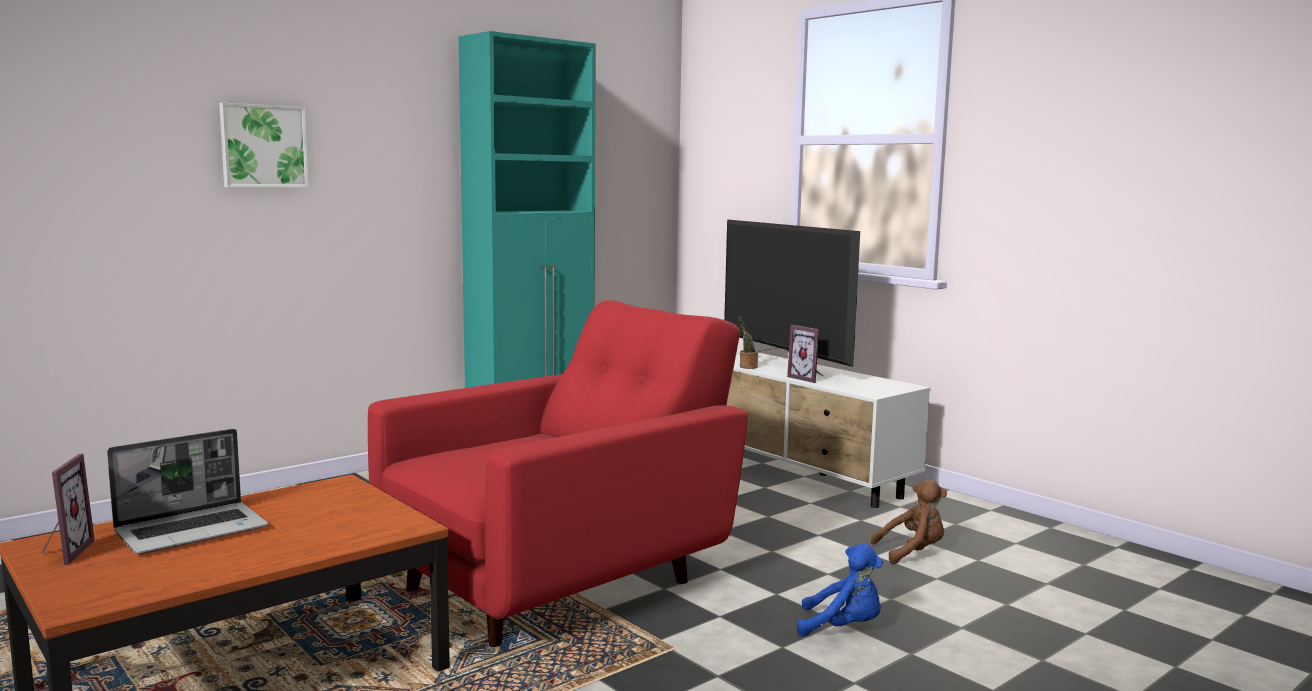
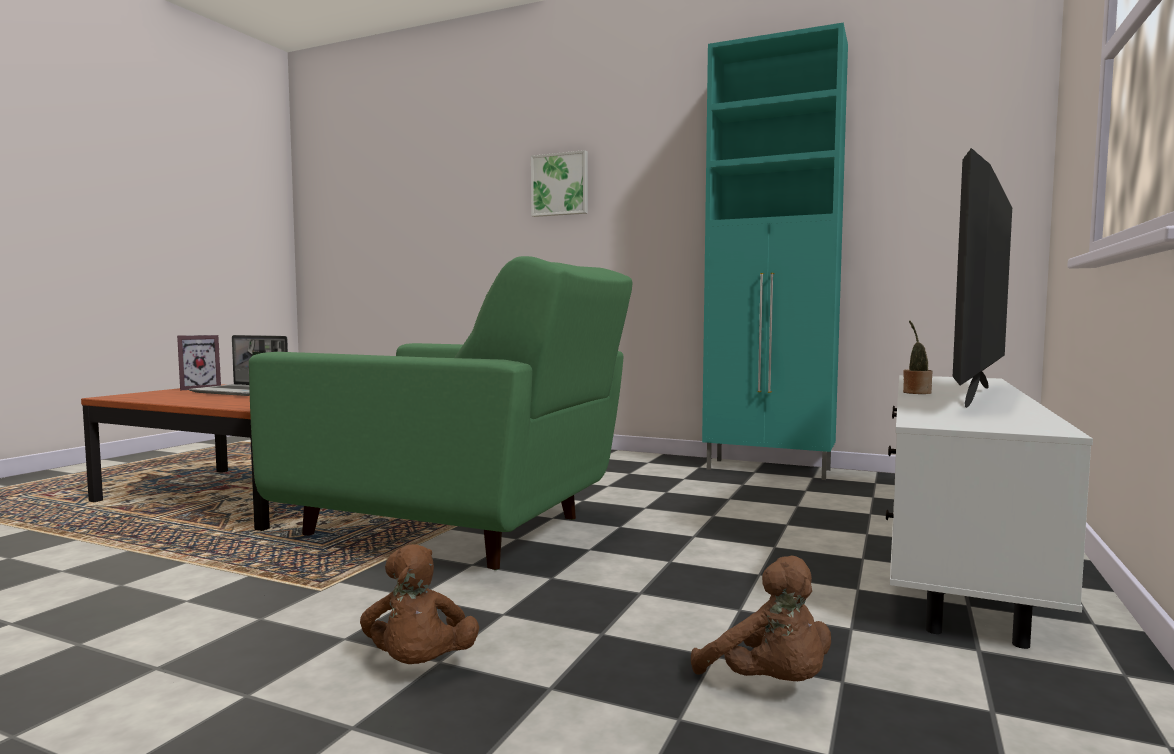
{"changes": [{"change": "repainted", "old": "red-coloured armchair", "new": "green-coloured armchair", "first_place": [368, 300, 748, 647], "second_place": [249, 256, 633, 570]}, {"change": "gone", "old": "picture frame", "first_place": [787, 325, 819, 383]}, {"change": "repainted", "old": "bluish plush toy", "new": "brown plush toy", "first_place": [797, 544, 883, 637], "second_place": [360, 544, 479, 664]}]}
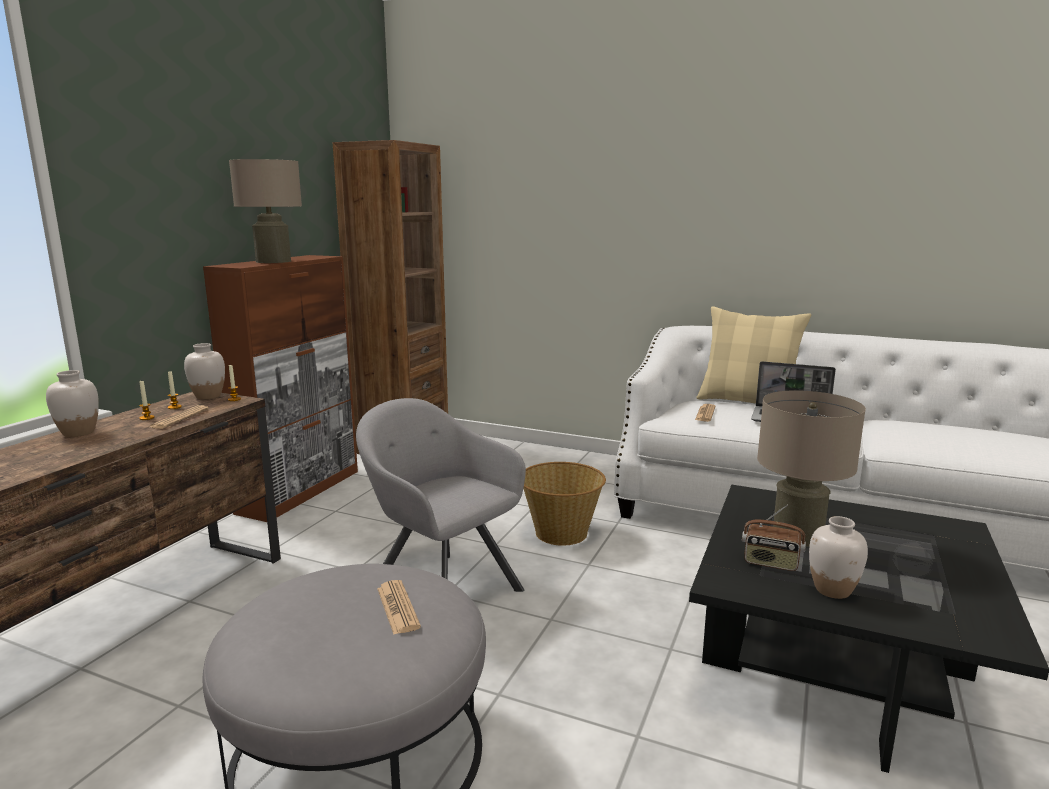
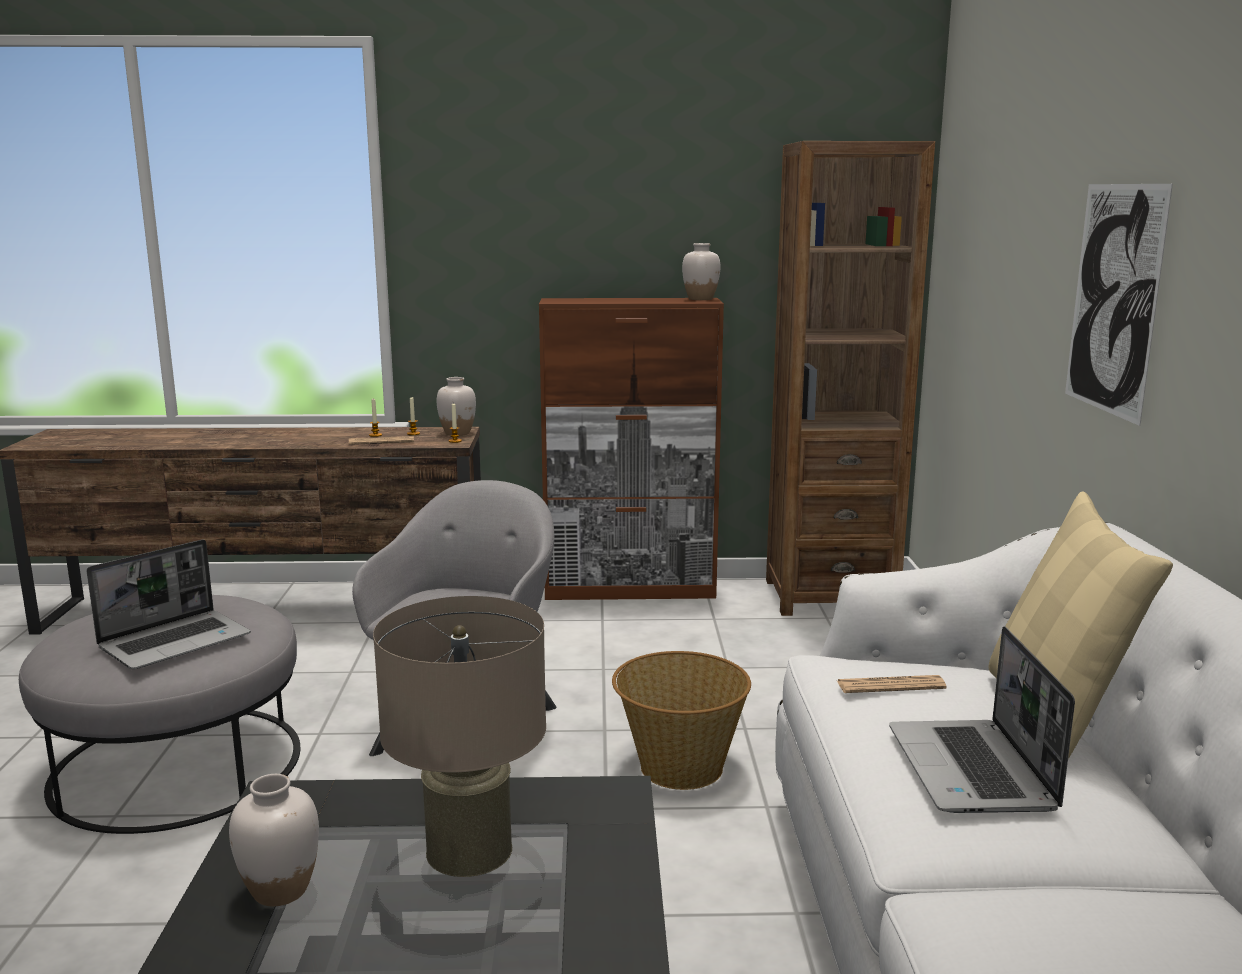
{"changes": [{"change": "gone", "old": "sand-coloured lamp for a table", "first_place": [229, 159, 302, 263]}, {"change": "shifted", "old": "white vase", "first_place": [46, 370, 99, 437], "second_place": [682, 243, 720, 300]}, {"change": "gone", "old": "radio set", "first_place": [742, 504, 806, 571]}, {"change": "swapped", "old": "printed paper", "new": "laptop", "first_place": [377, 580, 421, 635], "second_place": [86, 539, 251, 669]}, {"change": "new", "new": "wall picture", "second_place": [1065, 184, 1173, 426]}]}
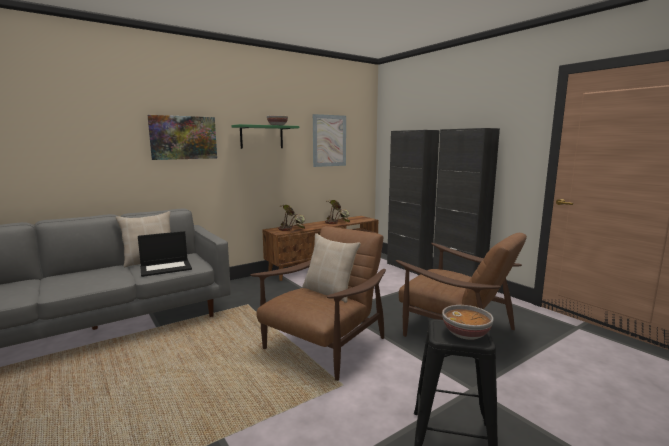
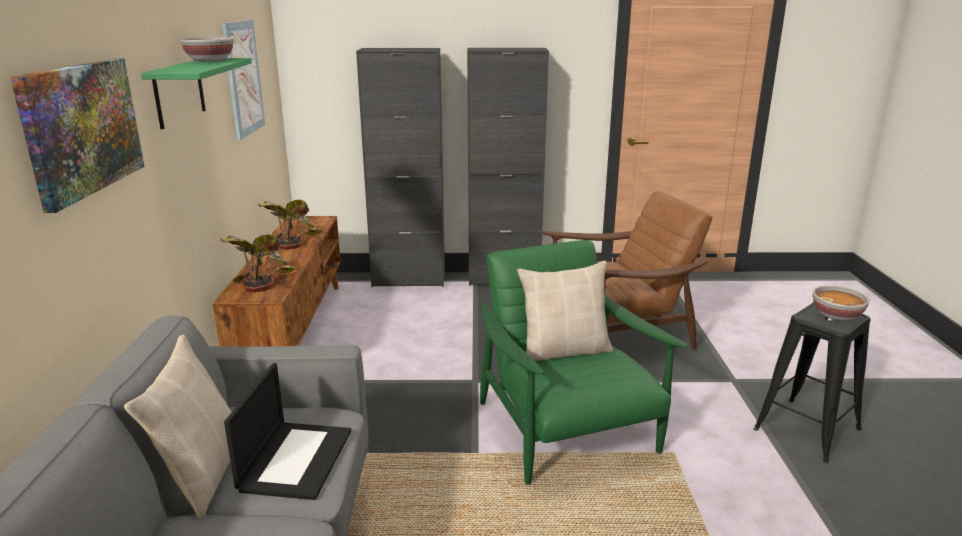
{"changes": [{"change": "repainted", "old": "brown armchair", "new": "green-coloured armchair", "first_place": [251, 226, 386, 381], "second_place": [480, 240, 688, 485]}]}
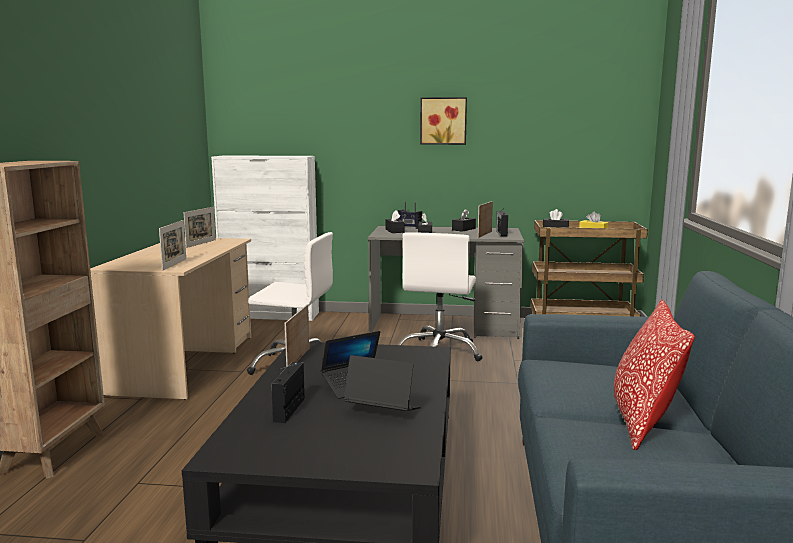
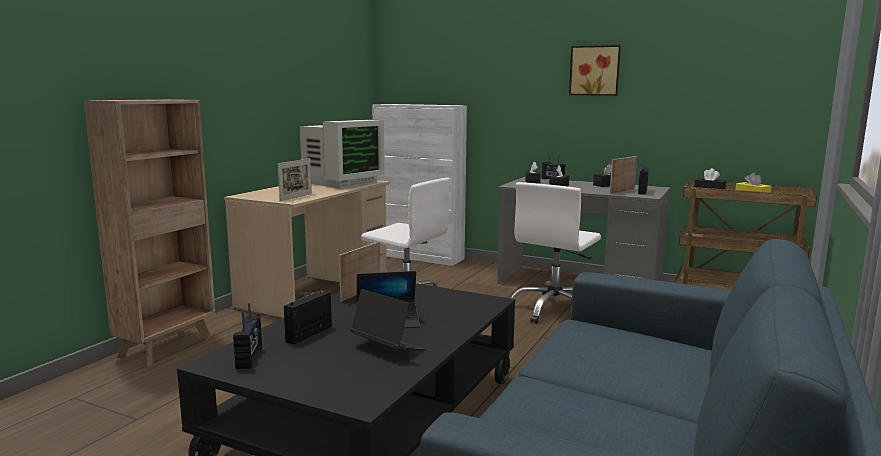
{"changes": [{"change": "swapped", "old": "picture frame", "new": "computer screen", "first_place": [184, 207, 216, 248], "second_place": [299, 119, 385, 188]}, {"change": "gone", "old": "throw pillow", "first_place": [614, 299, 695, 450]}, {"change": "new", "new": "radio set", "second_place": [233, 303, 262, 369]}]}
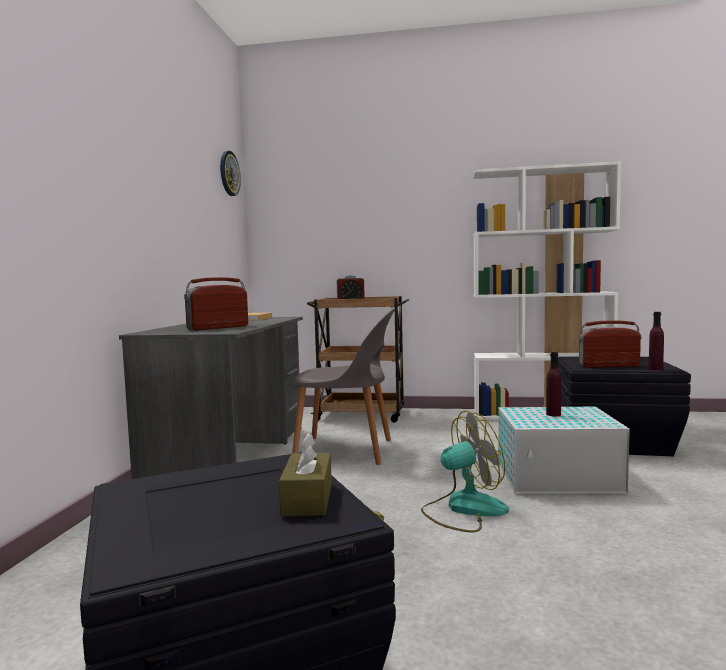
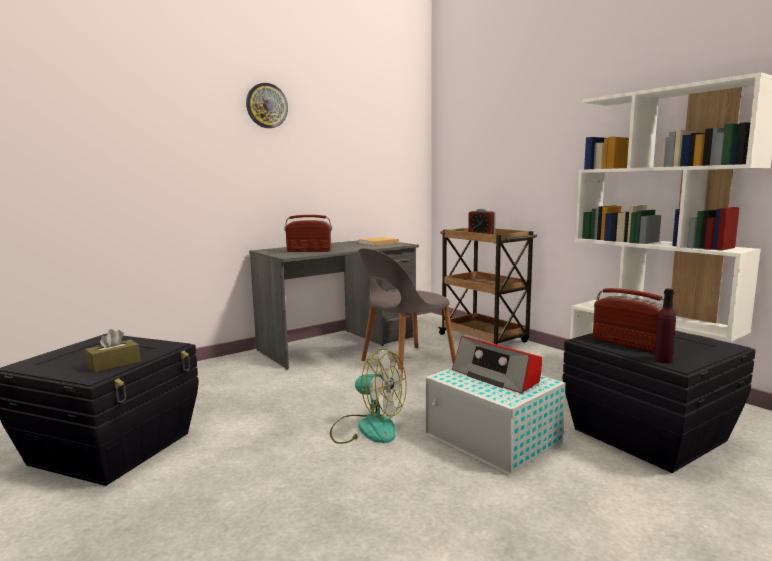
{"changes": [{"change": "shifted", "old": "clock on the wall", "first_place": [220, 151, 241, 196], "second_place": [246, 83, 288, 128]}, {"change": "rotated", "old": "greyish chair", "first_place": [292, 309, 395, 465], "second_place": [359, 248, 456, 378], "degrees": 90}, {"change": "swapped", "old": "purple-coloured beverage bottle", "new": "radio set", "first_place": [546, 352, 561, 417], "second_place": [452, 336, 542, 393]}]}
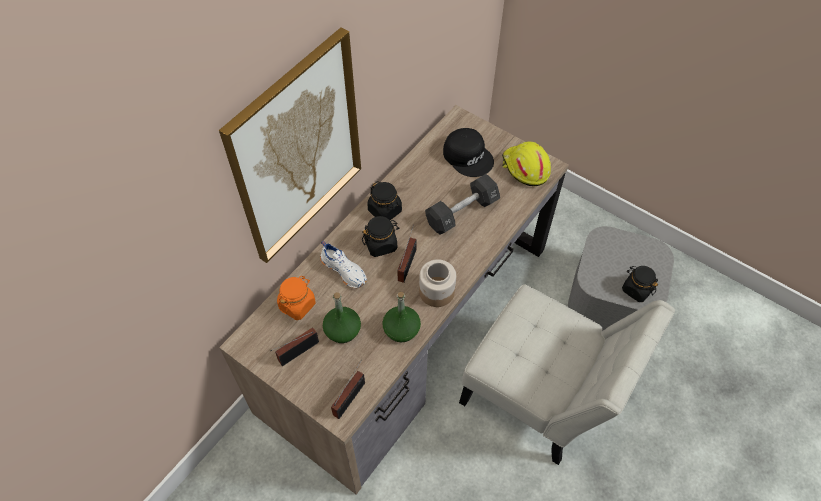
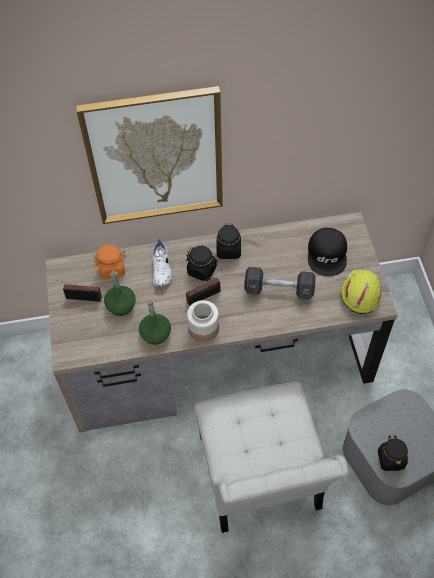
{"changes": [{"change": "gone", "old": "radio set", "first_place": [331, 360, 365, 419]}]}
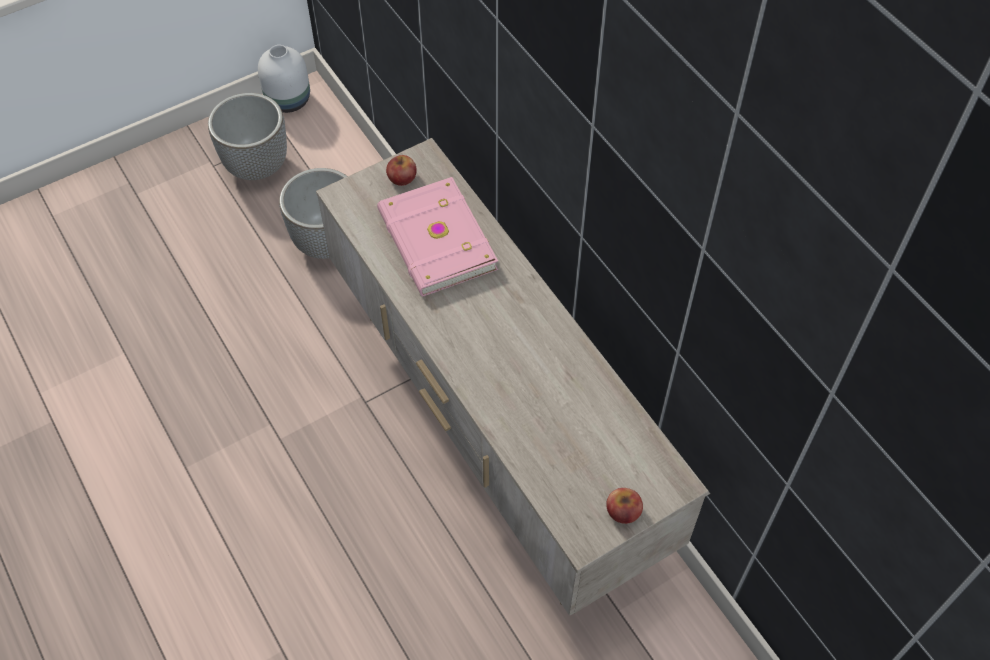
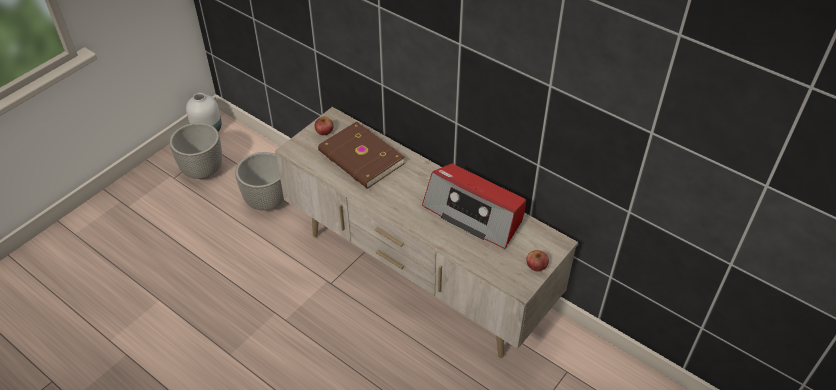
{"changes": [{"change": "repainted", "old": "pink book", "new": "brown book", "first_place": [377, 177, 498, 297], "second_place": [318, 121, 405, 189]}, {"change": "new", "new": "radio set", "second_place": [422, 163, 526, 249]}]}
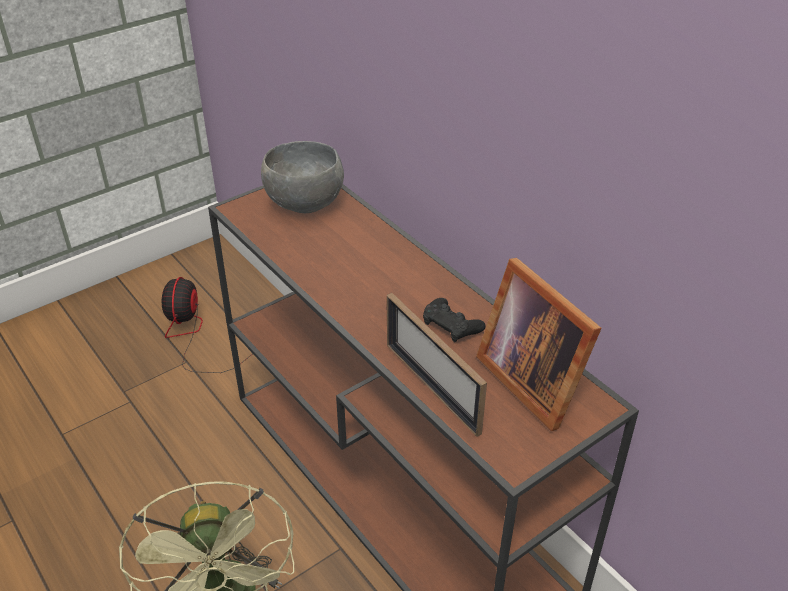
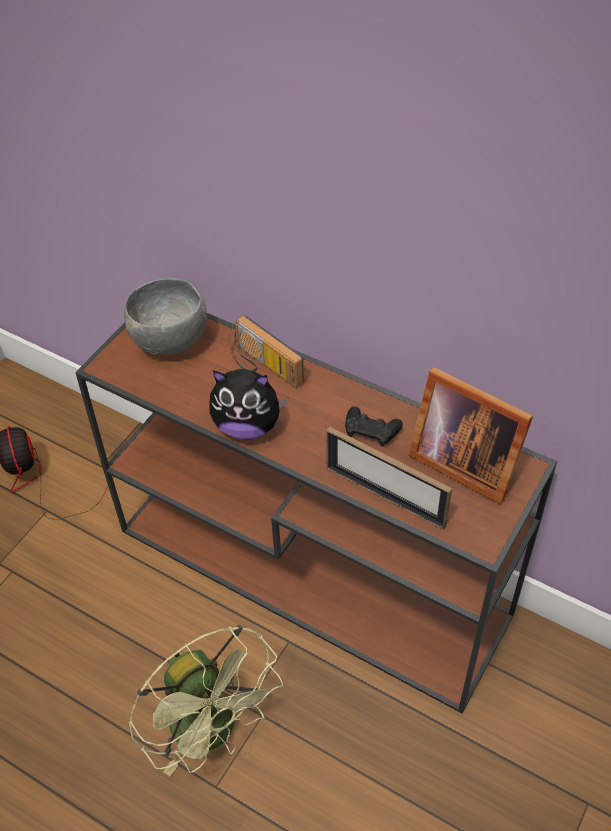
{"changes": [{"change": "new", "new": "radio set", "second_place": [229, 315, 304, 388]}, {"change": "new", "new": "plush toy", "second_place": [209, 369, 288, 440]}]}
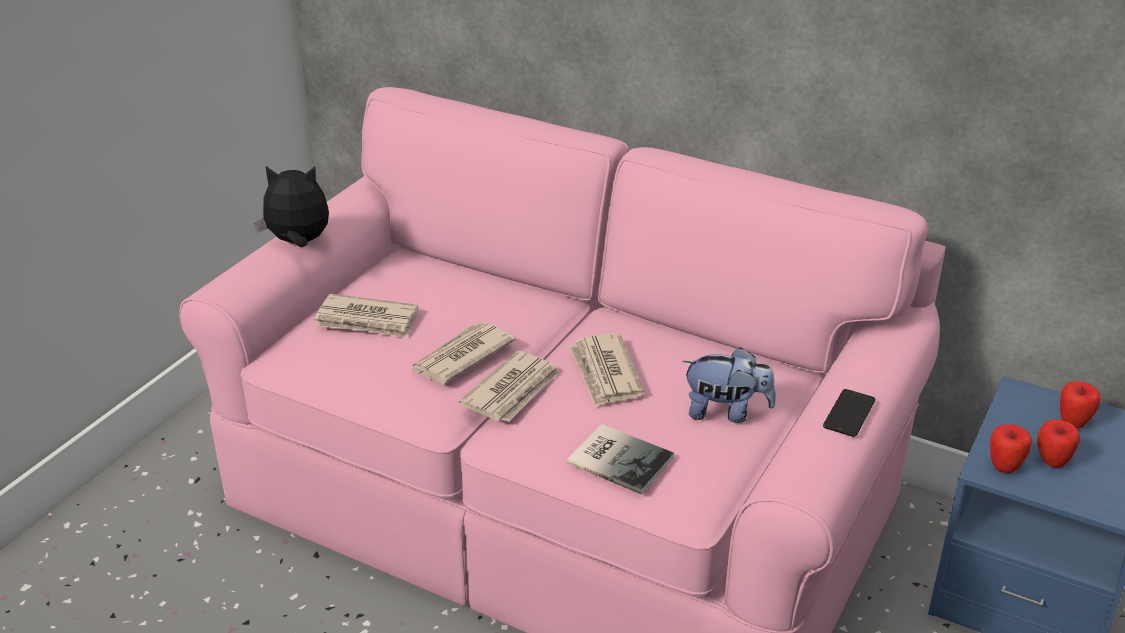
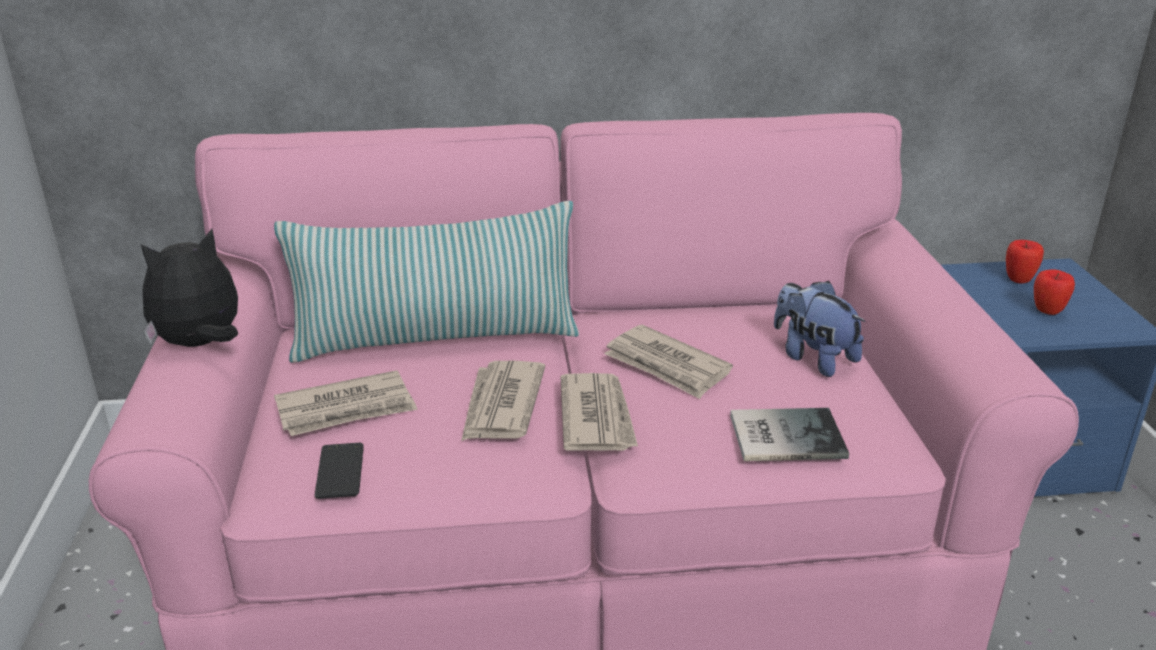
{"changes": [{"change": "rotated", "old": "plush toy", "first_place": [682, 347, 776, 423], "second_place": [774, 281, 865, 377], "degrees": -105}, {"change": "shifted", "old": "phone", "first_place": [823, 389, 875, 437], "second_place": [315, 443, 364, 499]}, {"change": "gone", "old": "whole apple", "first_place": [990, 424, 1032, 473]}, {"change": "new", "new": "throw pillow", "second_place": [274, 201, 579, 363]}]}
